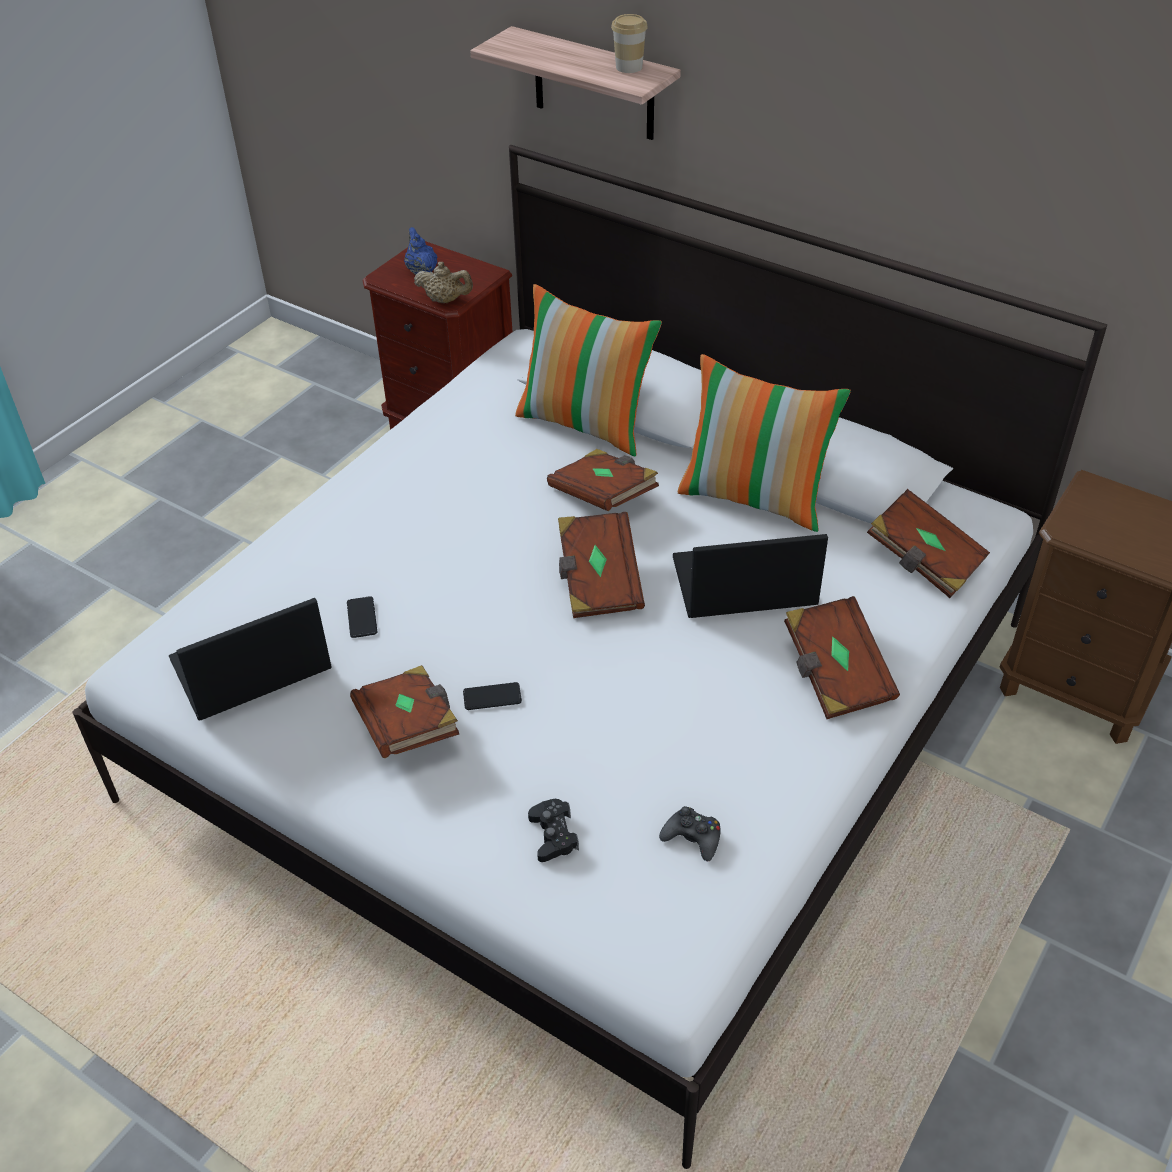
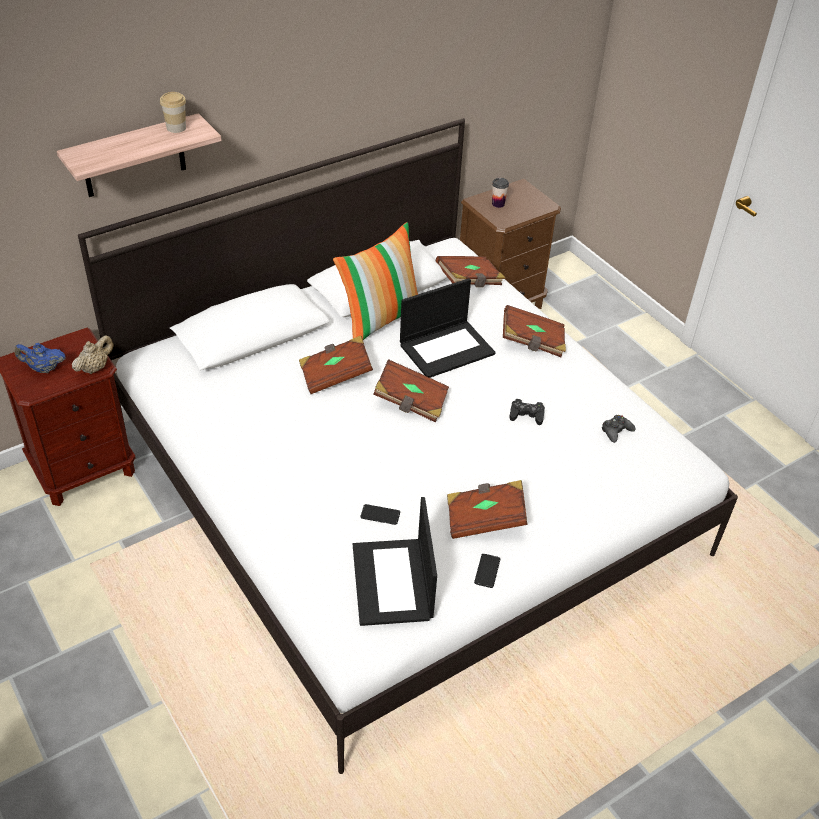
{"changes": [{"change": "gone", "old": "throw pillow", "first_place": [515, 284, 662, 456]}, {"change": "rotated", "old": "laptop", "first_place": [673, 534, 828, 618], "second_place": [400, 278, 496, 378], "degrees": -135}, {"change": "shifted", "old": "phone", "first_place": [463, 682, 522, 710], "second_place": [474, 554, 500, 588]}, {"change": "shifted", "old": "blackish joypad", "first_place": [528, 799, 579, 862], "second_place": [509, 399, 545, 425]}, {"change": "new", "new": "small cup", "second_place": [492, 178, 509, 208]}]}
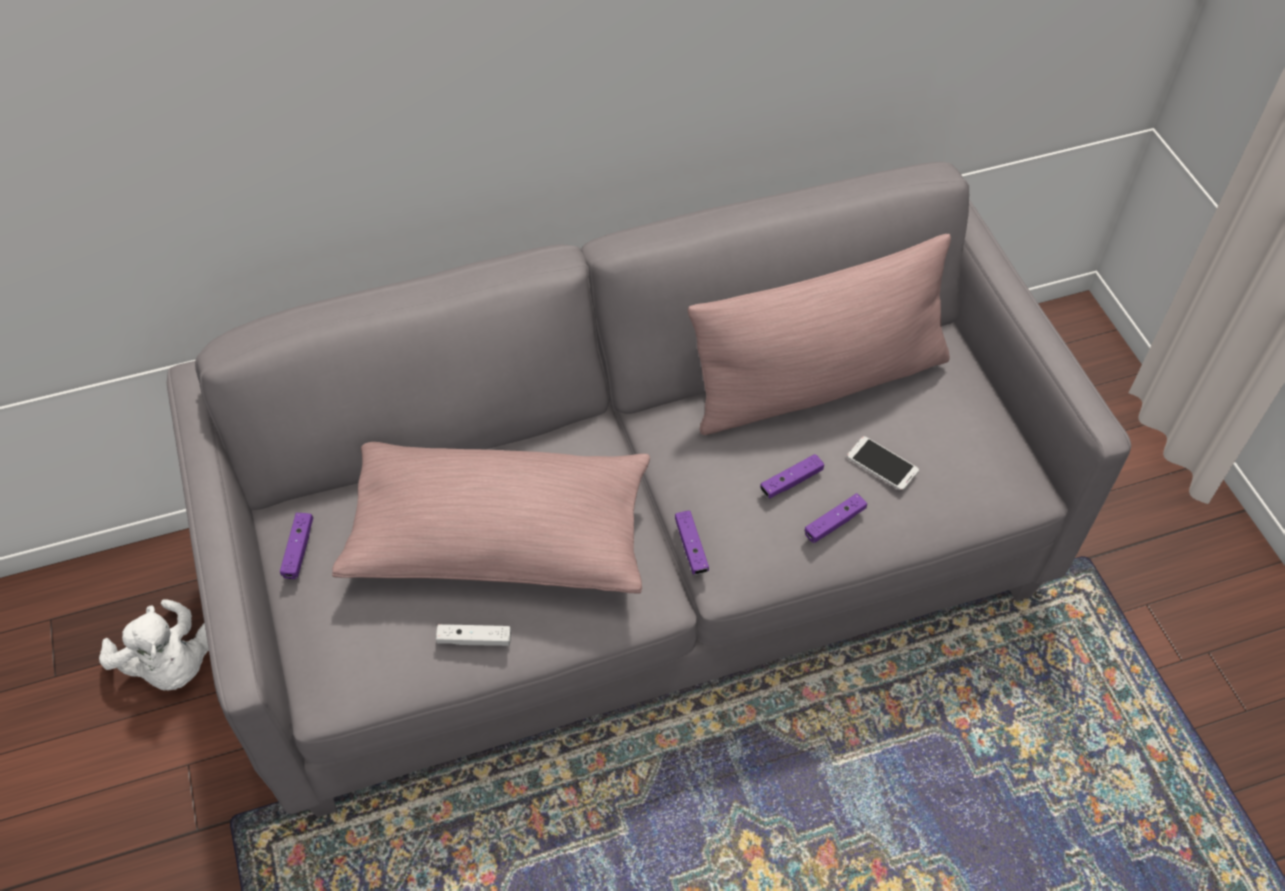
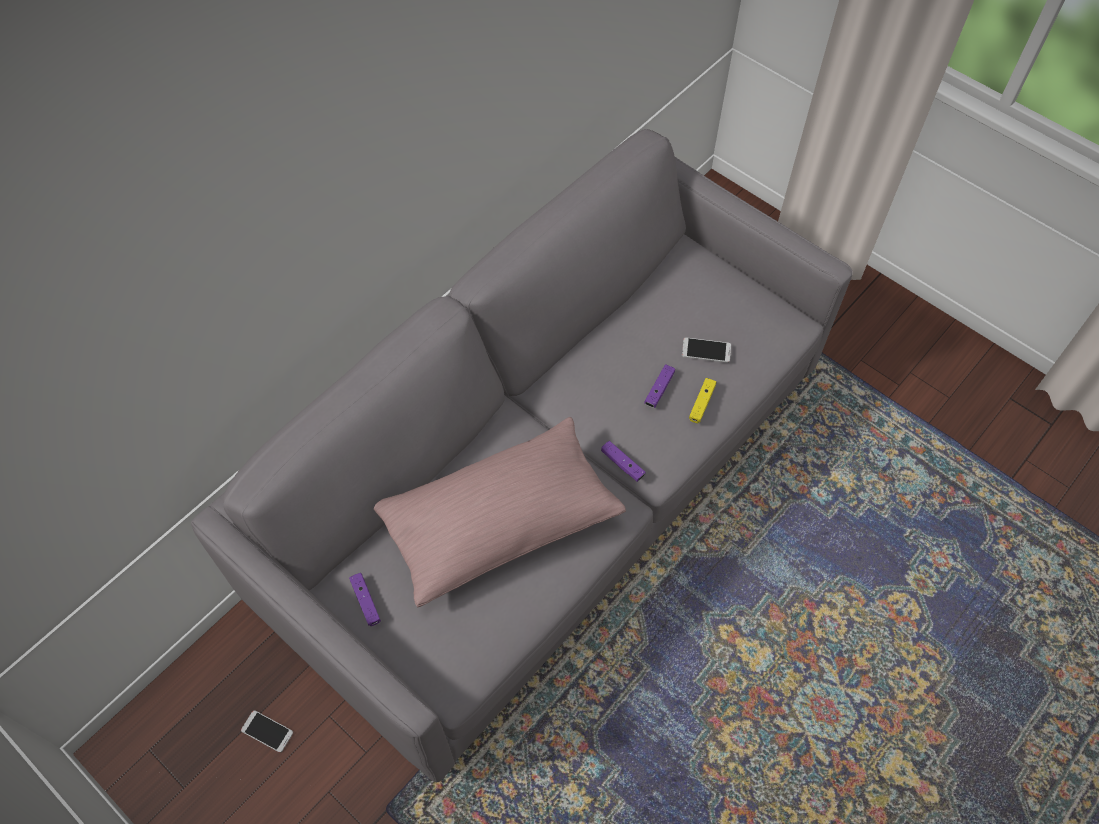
{"changes": [{"change": "gone", "old": "pink throw pillow", "first_place": [687, 234, 951, 435]}, {"change": "repainted", "old": "purple-coloured joypad", "new": "yellow joypad", "first_place": [804, 493, 867, 543], "second_place": [689, 378, 716, 423]}, {"change": "swapped", "old": "white plush toy", "new": "phone", "first_place": [99, 599, 209, 691], "second_place": [241, 710, 293, 752]}, {"change": "gone", "old": "white joypad", "first_place": [436, 624, 511, 646]}]}
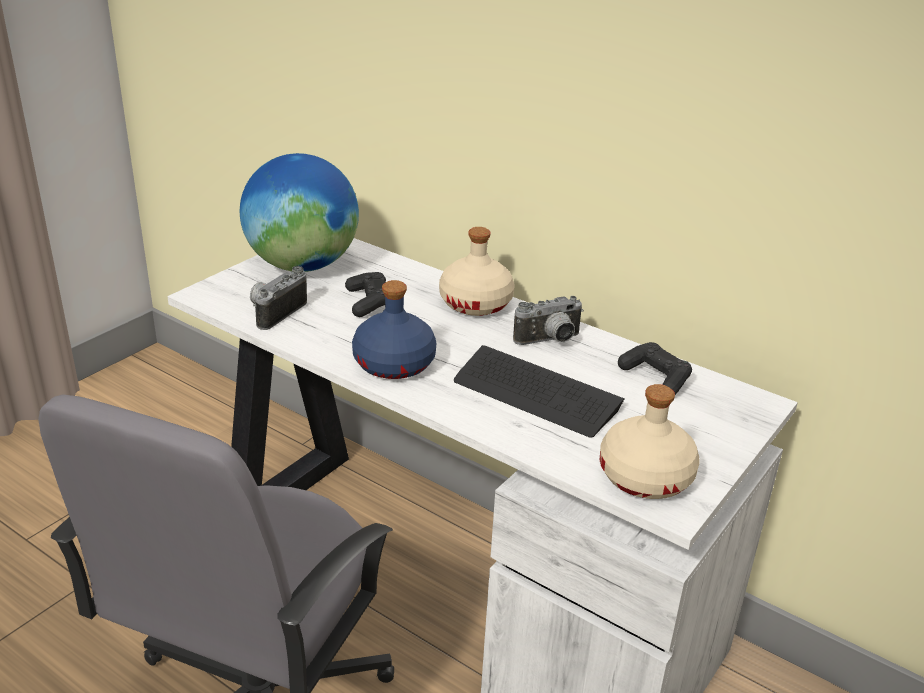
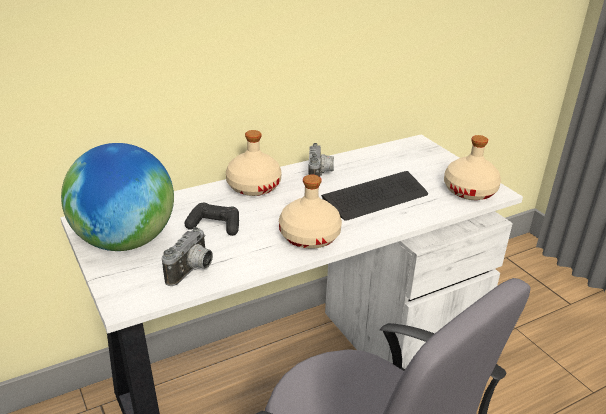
{"changes": [{"change": "rotated", "old": "still camera", "first_place": [250, 266, 307, 330], "second_place": [162, 227, 213, 286], "degrees": -120}, {"change": "repainted", "old": "bluish beverage bottle", "new": "sand-coloured beverage bottle", "first_place": [352, 280, 436, 379], "second_place": [279, 174, 342, 249]}, {"change": "gone", "old": "blackish joypad", "first_place": [618, 342, 692, 395]}]}
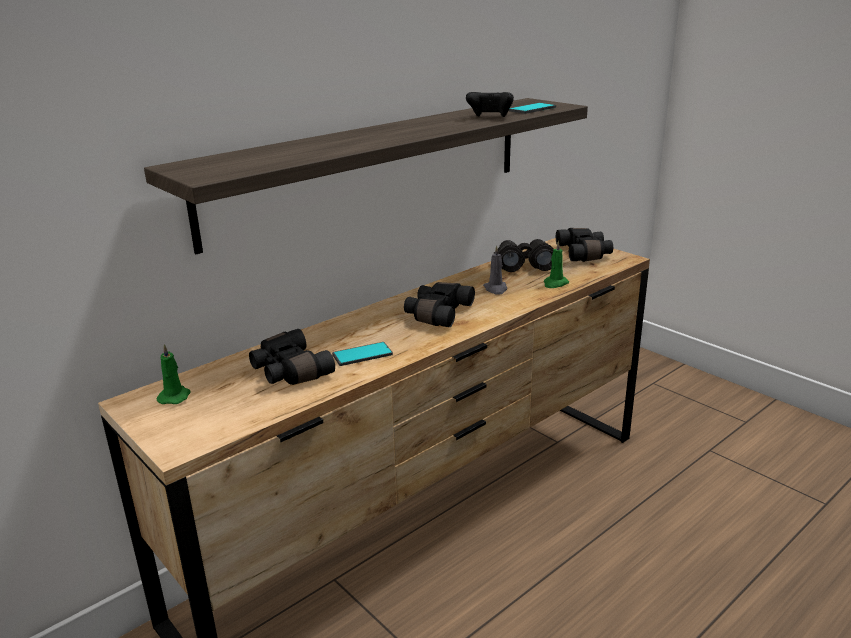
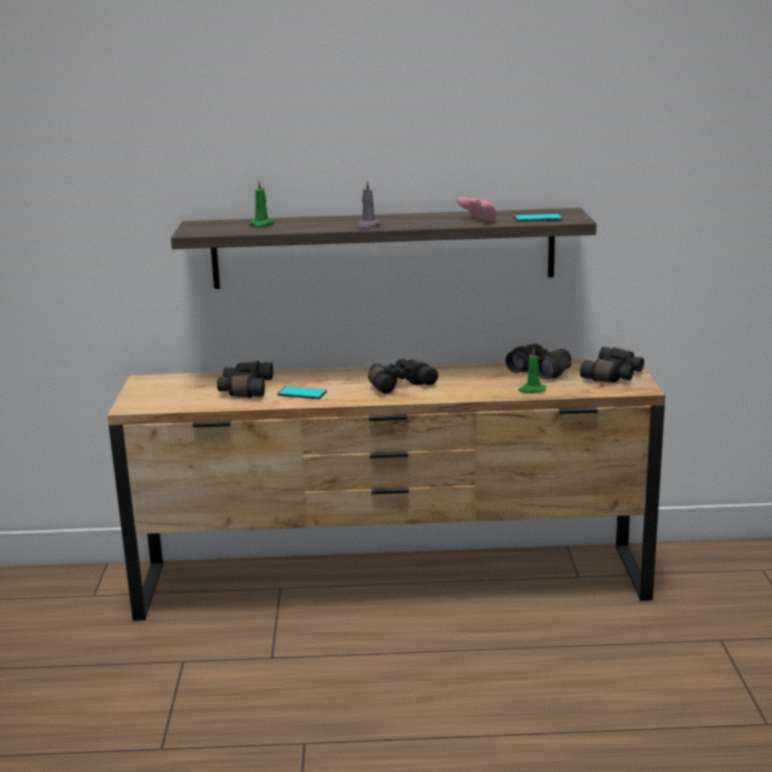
{"changes": [{"change": "repainted", "old": "blackish joypad", "new": "pink joypad", "first_place": [466, 92, 514, 117], "second_place": [457, 196, 497, 222]}, {"change": "shifted", "old": "greyish wax candle", "first_place": [483, 245, 507, 294], "second_place": [356, 180, 382, 229]}, {"change": "shifted", "old": "green-coloured wax candle", "first_place": [156, 344, 190, 404], "second_place": [250, 180, 275, 227]}]}
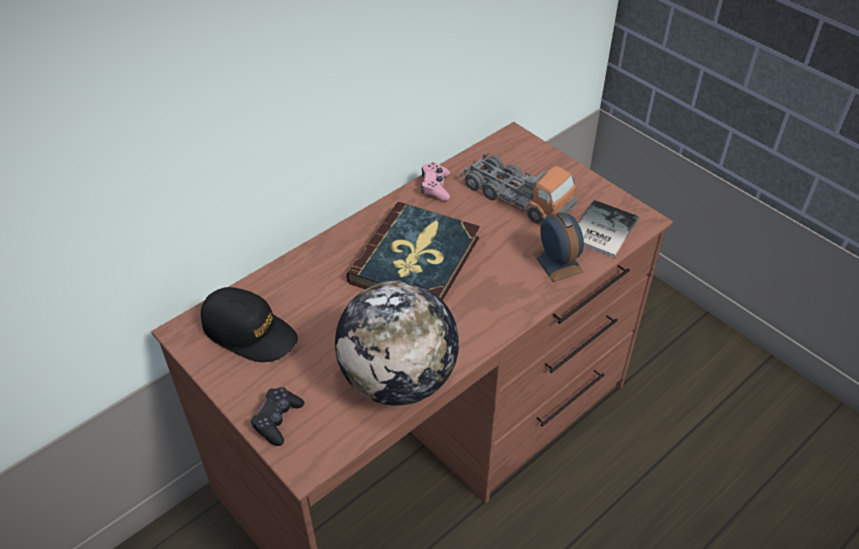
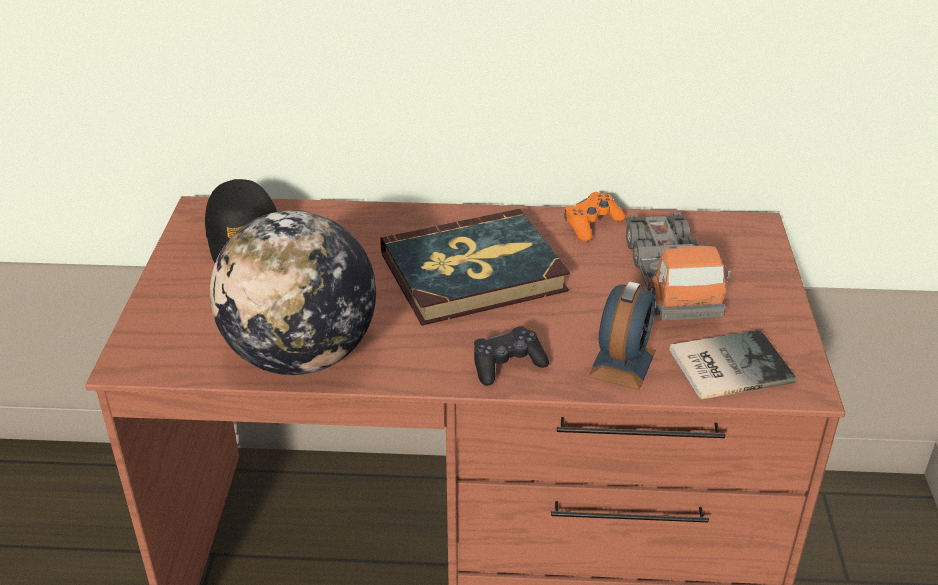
{"changes": [{"change": "repainted", "old": "pink joypad", "new": "orange joypad", "first_place": [421, 162, 450, 201], "second_place": [564, 192, 626, 241]}, {"change": "shifted", "old": "blackish joypad", "first_place": [251, 387, 304, 446], "second_place": [474, 326, 549, 386]}]}
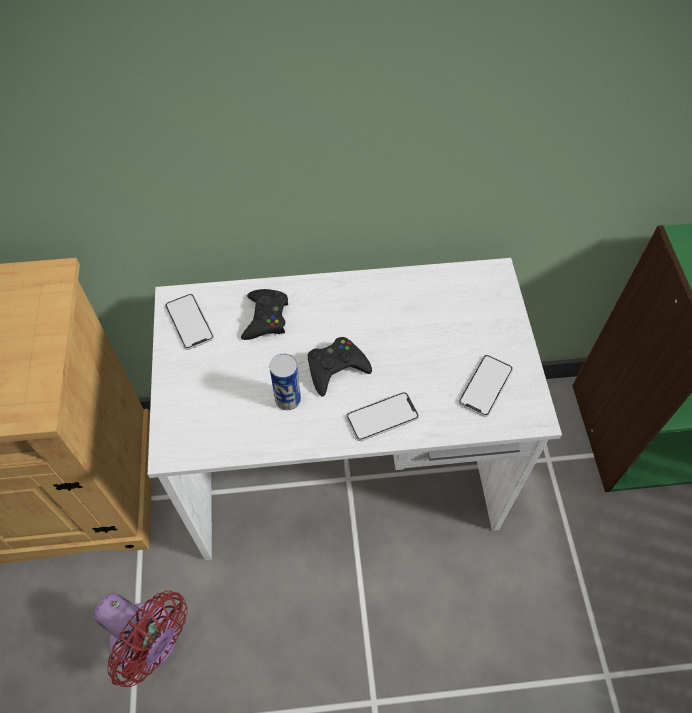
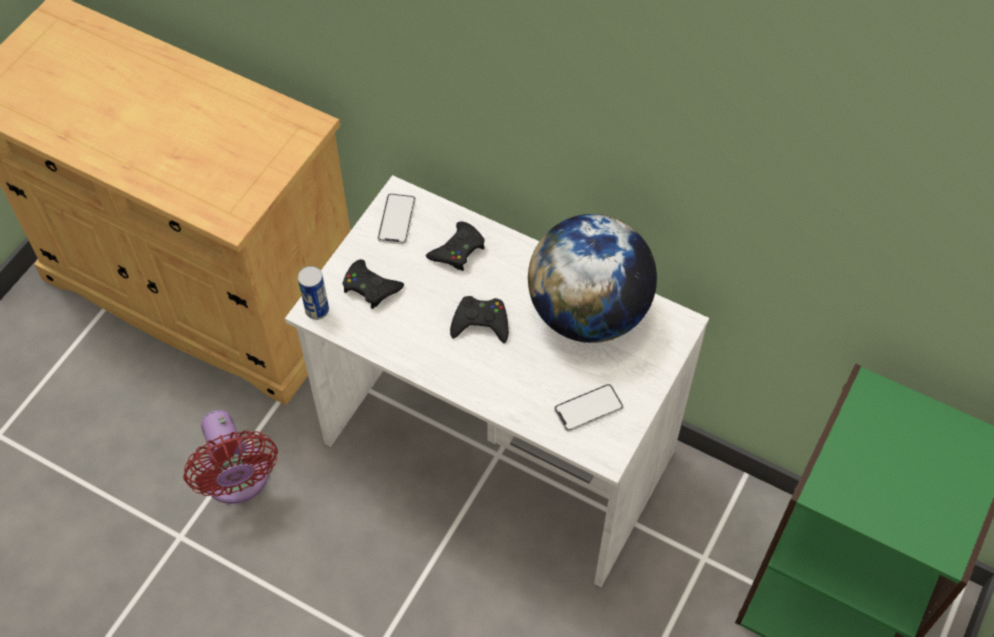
{"changes": [{"change": "shifted", "old": "metal can", "first_place": [269, 354, 301, 410], "second_place": [298, 266, 329, 320]}, {"change": "gone", "old": "phone", "first_place": [346, 392, 419, 441]}, {"change": "new", "new": "world globe", "second_place": [528, 214, 657, 343]}, {"change": "new", "new": "blackish joypad", "second_place": [343, 259, 404, 309]}]}
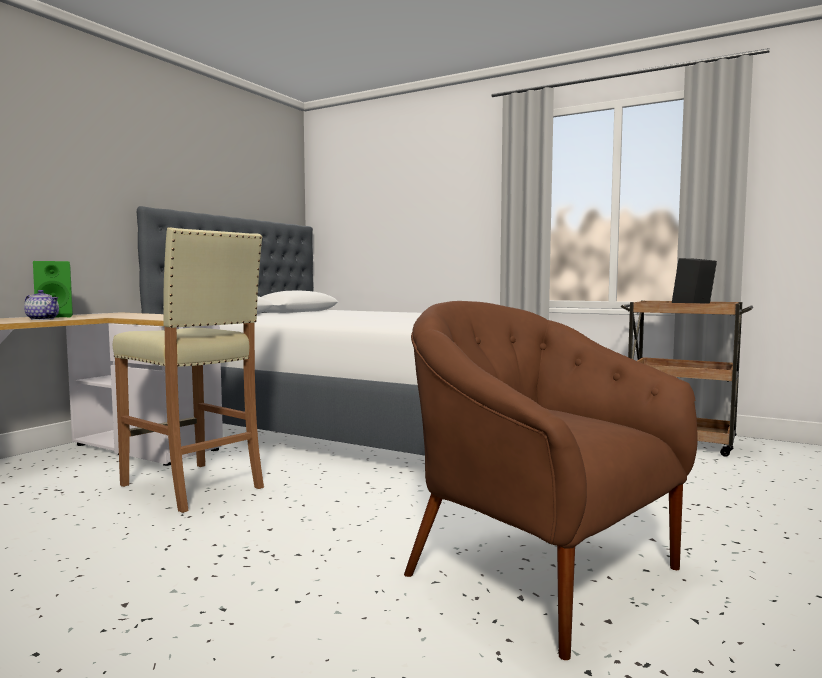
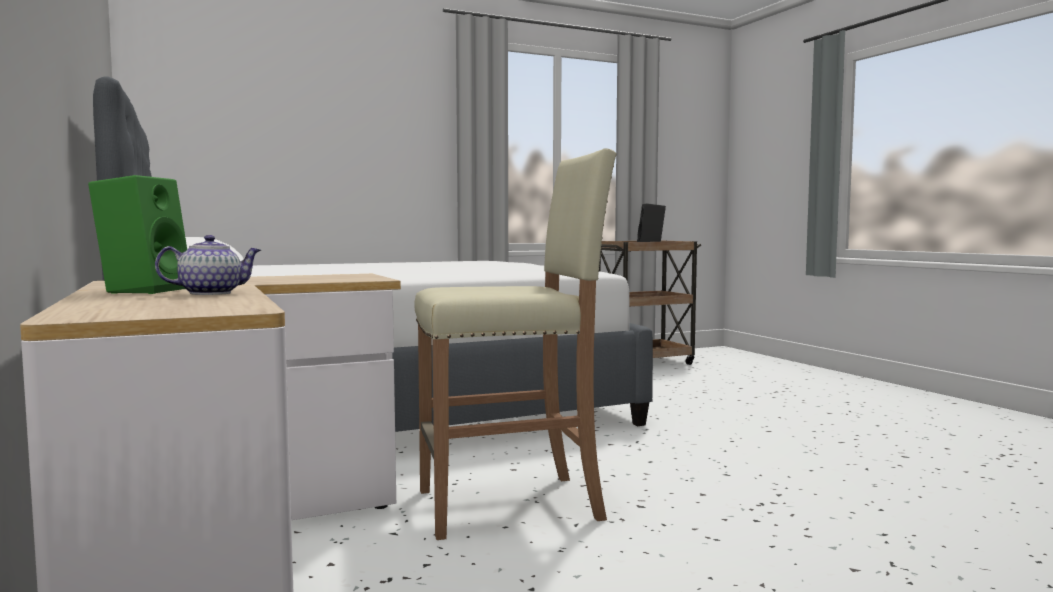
{"changes": [{"change": "gone", "old": "brown armchair", "first_place": [404, 301, 698, 660]}]}
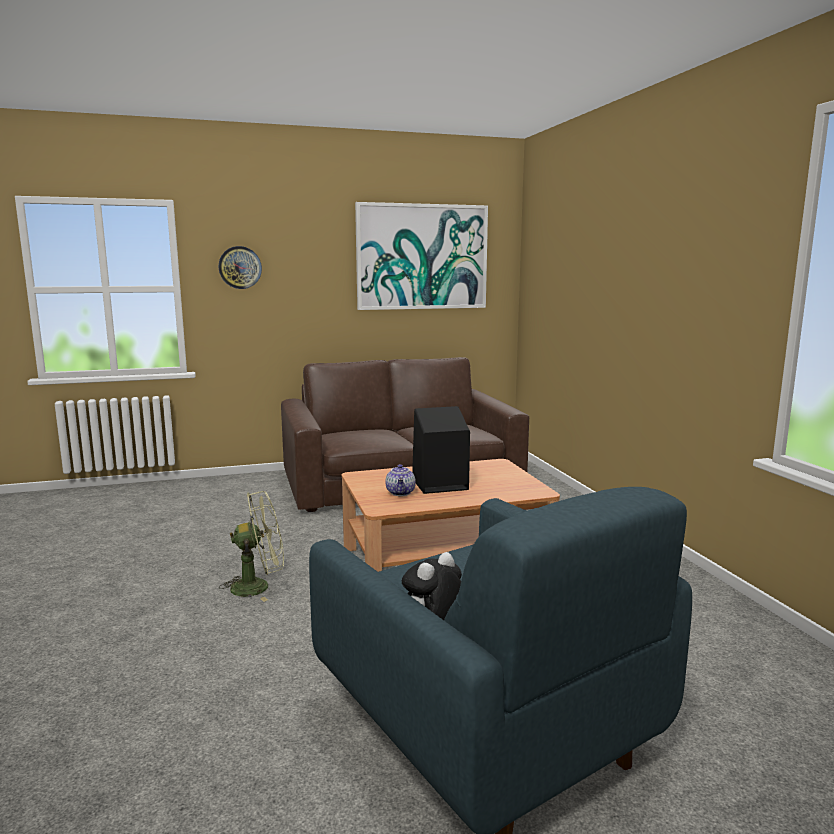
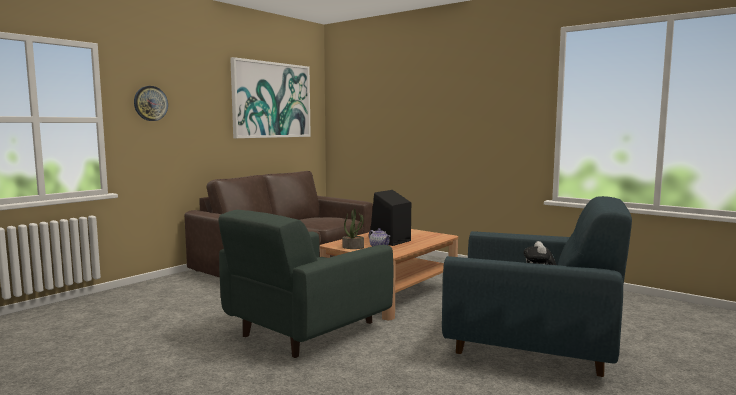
{"changes": [{"change": "swapped", "old": "green-coloured cooling fan", "new": "green-coloured armchair", "first_place": [219, 491, 284, 602], "second_place": [219, 210, 393, 358]}, {"change": "new", "new": "plant in a pot", "second_place": [343, 209, 364, 249]}]}
